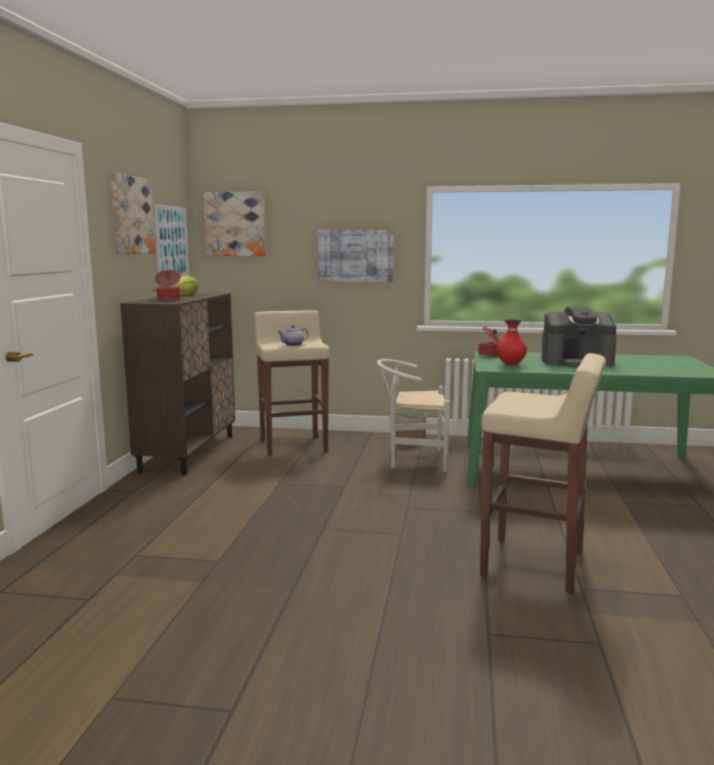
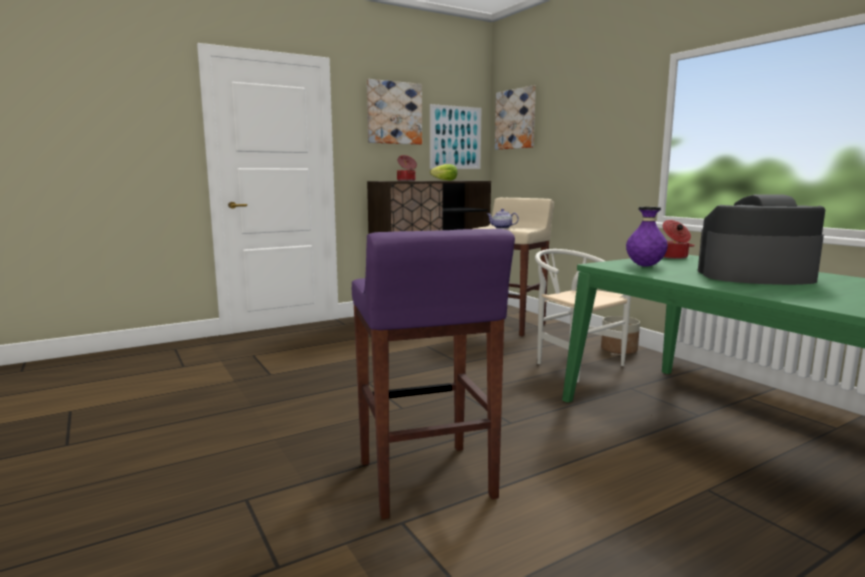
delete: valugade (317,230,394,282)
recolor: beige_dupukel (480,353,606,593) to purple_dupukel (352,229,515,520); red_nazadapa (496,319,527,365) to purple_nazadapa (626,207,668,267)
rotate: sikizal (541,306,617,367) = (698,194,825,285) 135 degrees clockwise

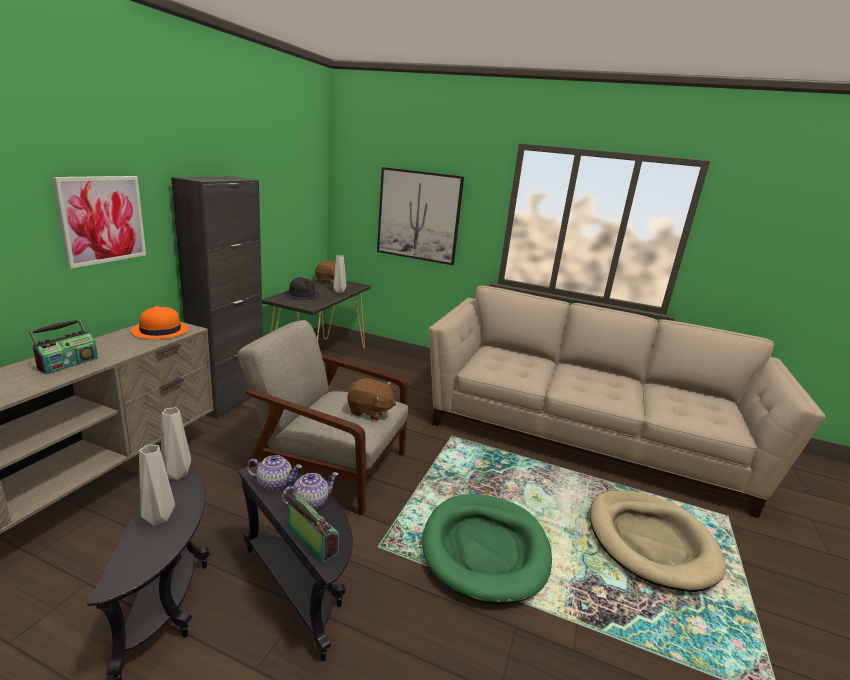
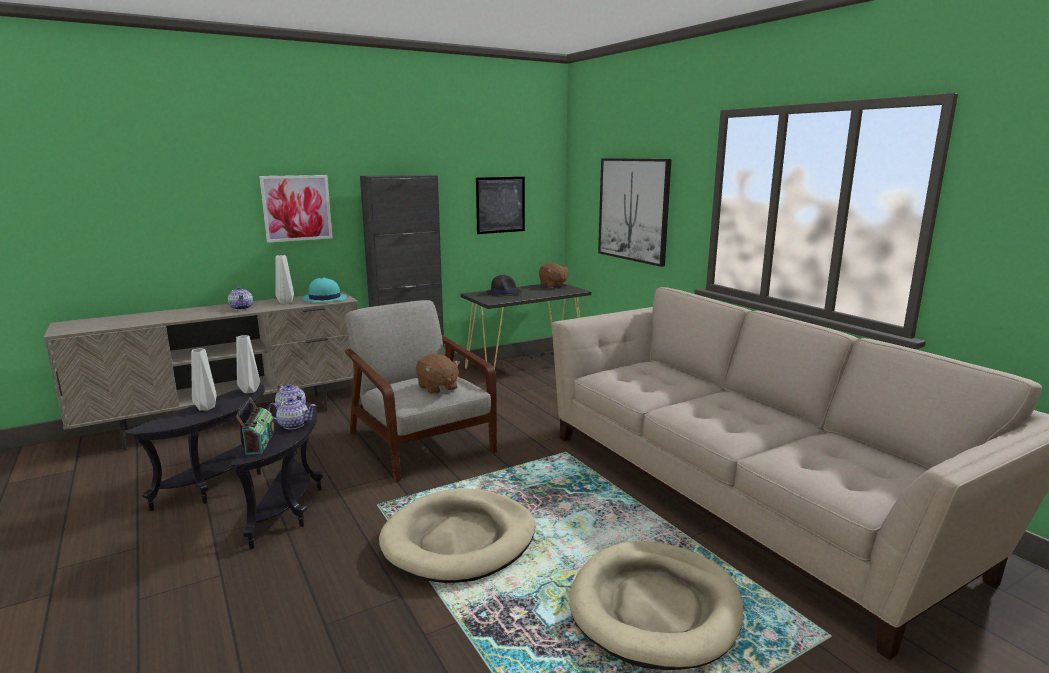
insert: valugade (476,177,525,234)
move: grey_nazadapa (333,255,347,293) to (275,255,294,304)
replace: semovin (29,319,98,375) to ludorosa (228,286,253,310)
recolor: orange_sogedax (131,306,189,339) to turquoise_sogedax (303,278,347,302); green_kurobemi (422,494,552,605) to beige_kurobemi (379,488,535,583)

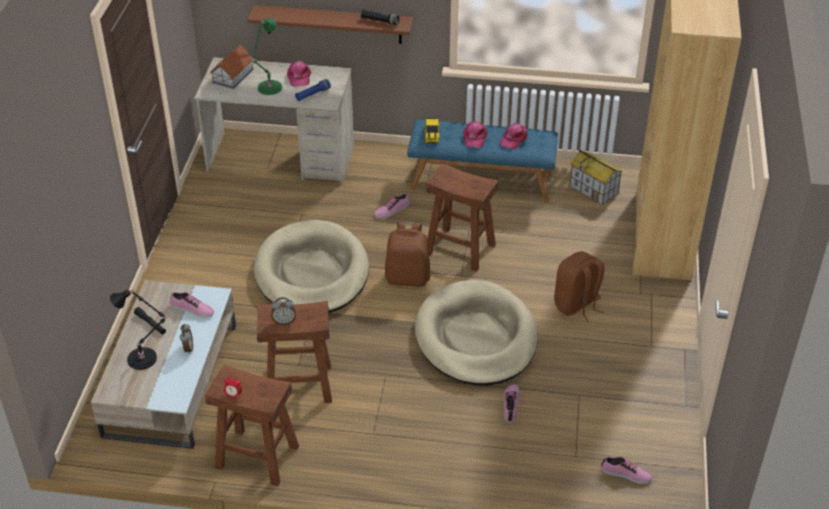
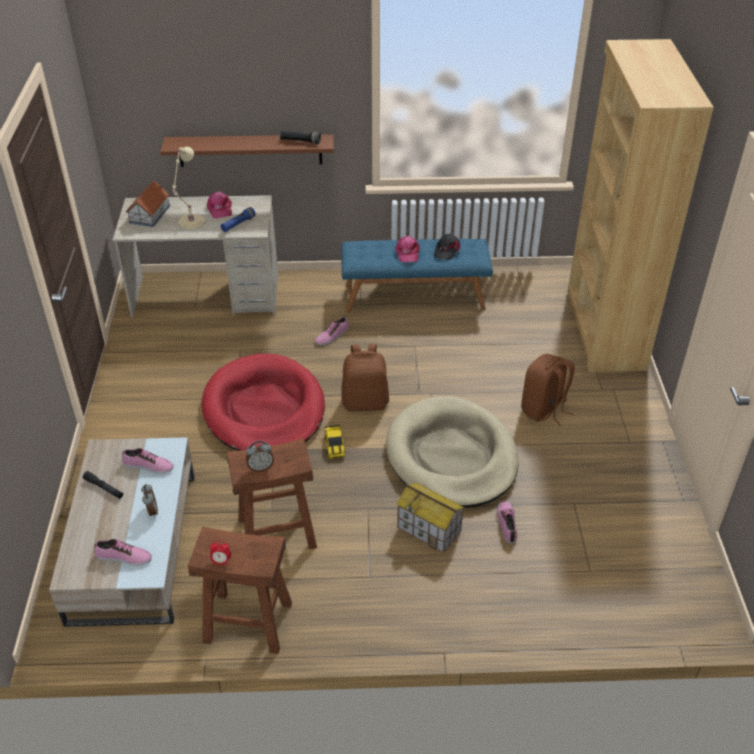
delete: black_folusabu (110,289,169,370); brown_dupukel (426,163,499,272)
move: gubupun (601,457,652,484) to (94,539,152,566); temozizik (424,118,441,143) to (325,425,346,458); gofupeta (569,150,623,205) to (396,482,465,553)
recolor: green_folusabu (252,18,282,95) to beige_folusabu (172,147,204,229); beige_kurobemi (254,220,369,313) to red_kurobemi (202,354,325,451); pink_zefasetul (500,123,527,149) to black_zefasetul (434,234,460,260)

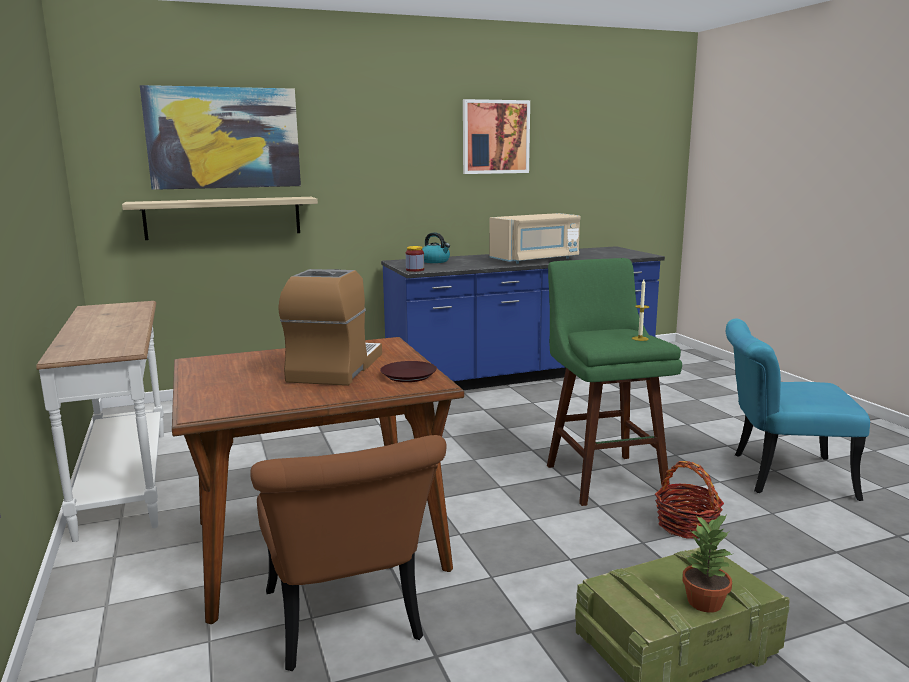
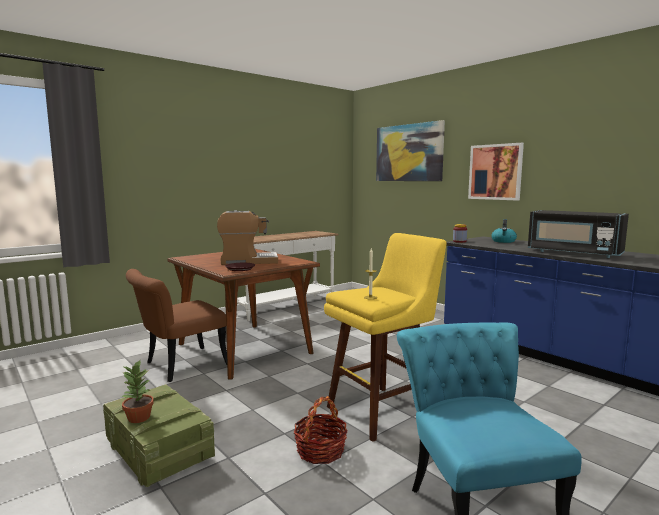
delete: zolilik (122,197,318,240)
move: valugade (463,99,530,174) to (468,143,524,201)
recolor: green_dupukel (547,258,682,506) to yellow_dupukel (324,233,447,442); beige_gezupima (489,213,581,264) to black_gezupima (528,210,629,258)

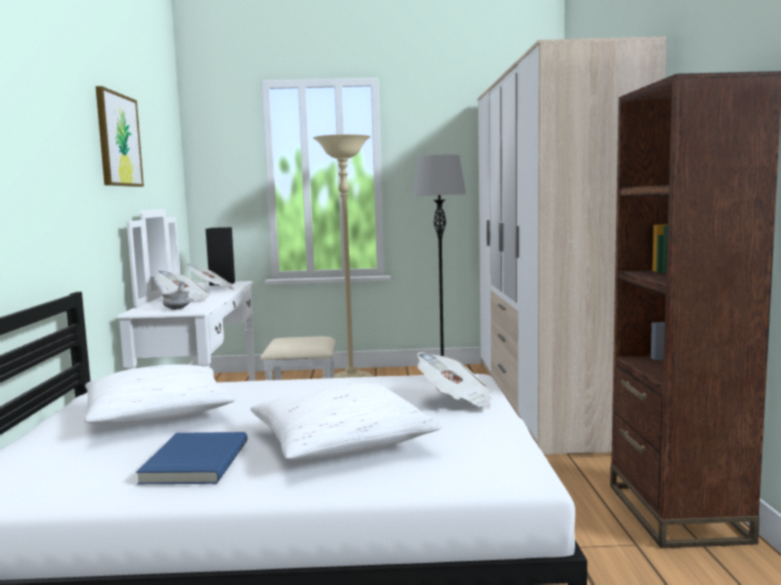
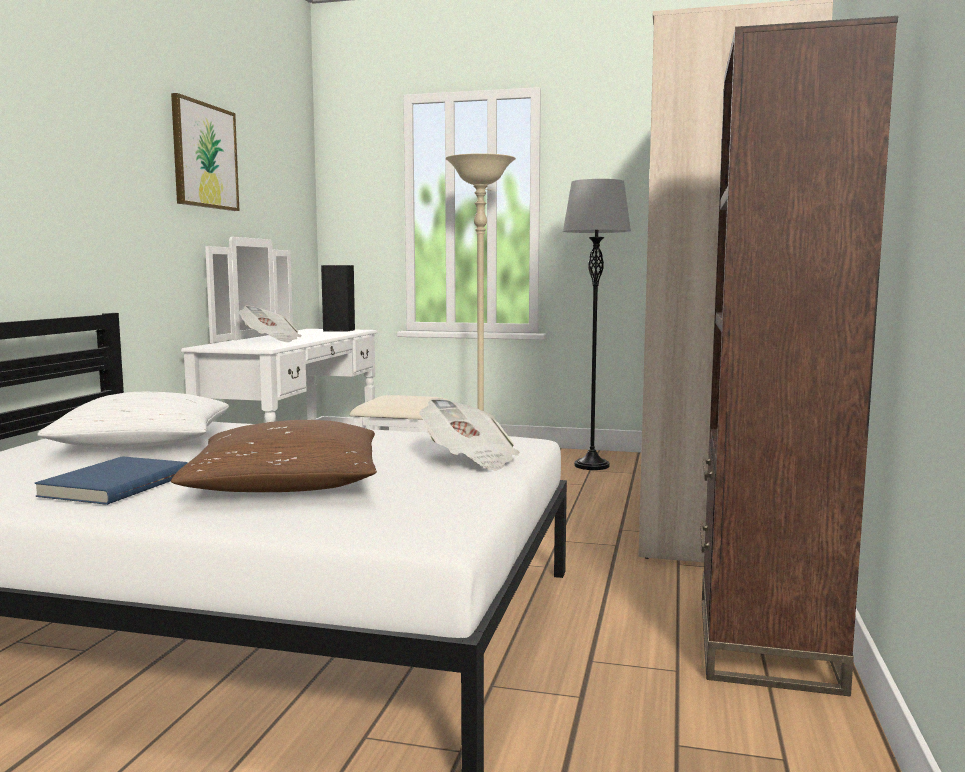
delete: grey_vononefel (162,280,191,310); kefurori (187,264,234,290)
recolor: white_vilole (251,383,442,460) to brown_vilole (171,420,377,492)

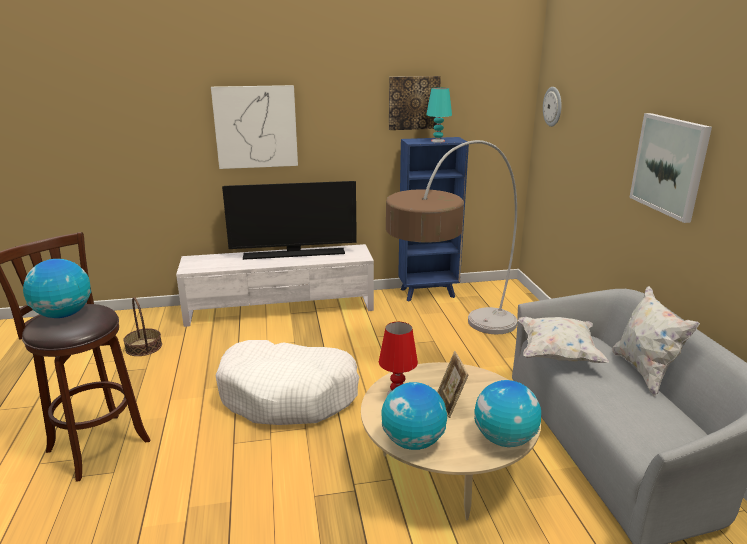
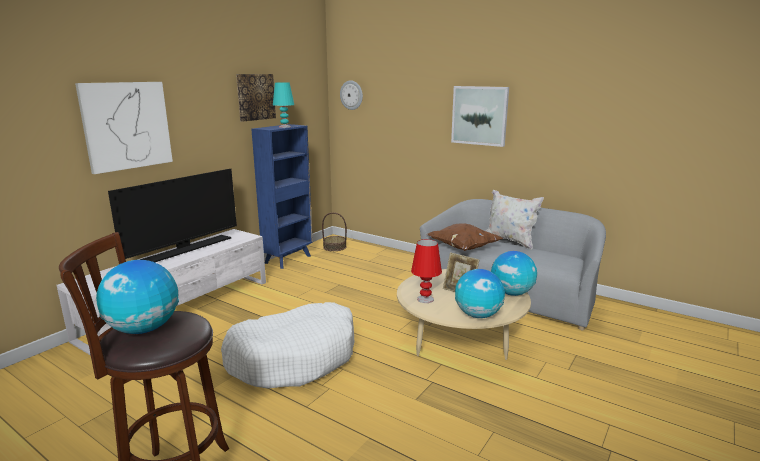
delete: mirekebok (386,140,517,334)
move: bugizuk (123,297,162,356) to (322,212,347,251)
recolor: white_vilole (518,317,609,363) to brown_vilole (427,223,503,251)

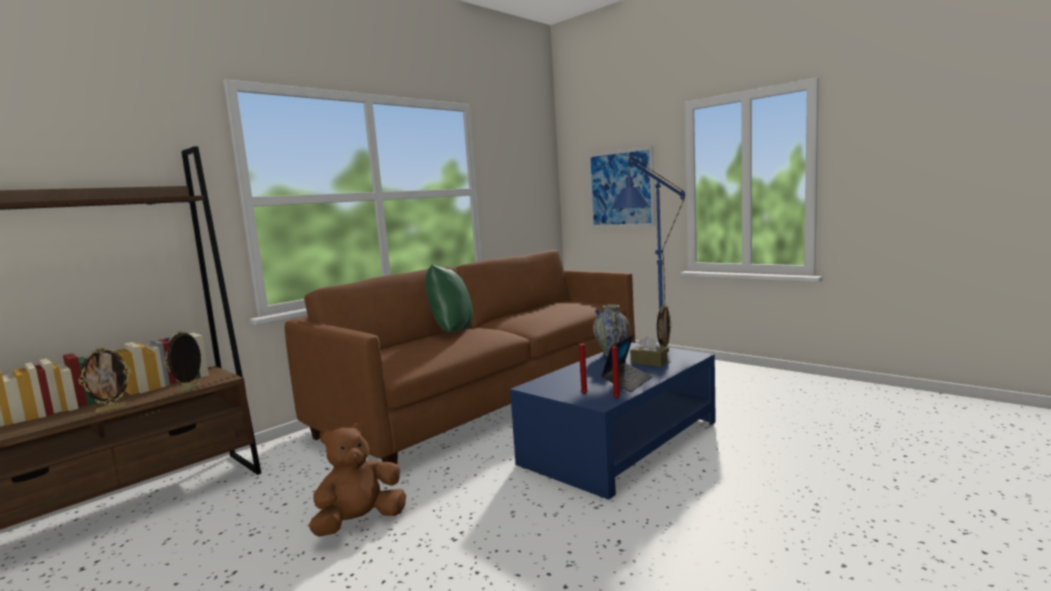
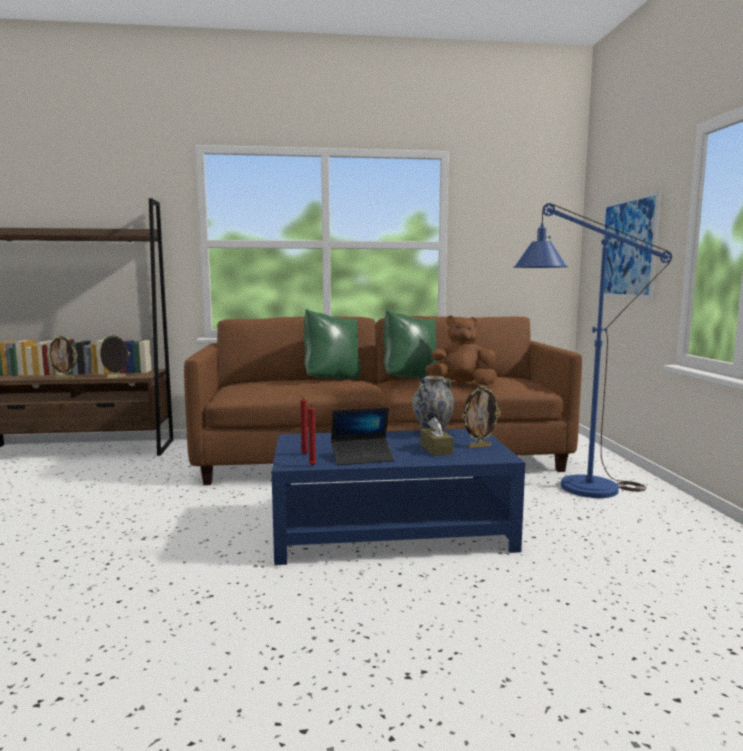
insert: green_vilole (383,310,438,379)
move: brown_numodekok (309,423,406,537) to (425,315,497,385)

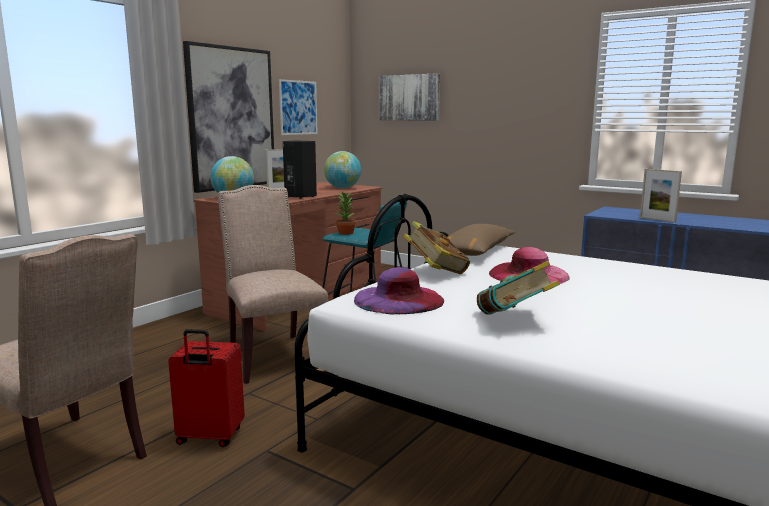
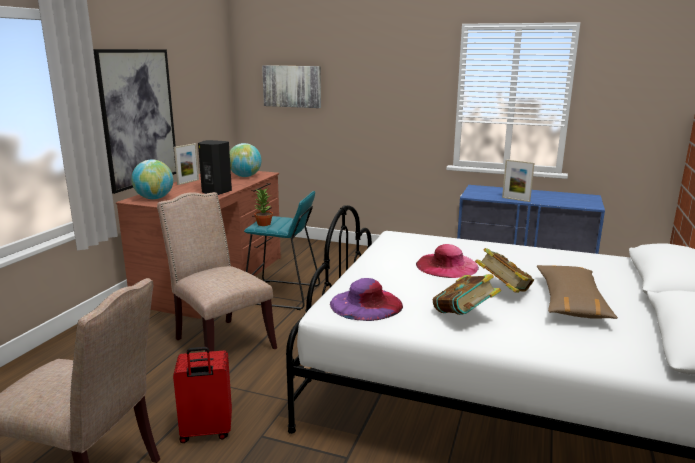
delete: valugade (279,79,318,135)
move: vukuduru (403,221,470,274) to (475,248,534,293); brown_vilole (447,224,515,256) to (537,265,618,319)

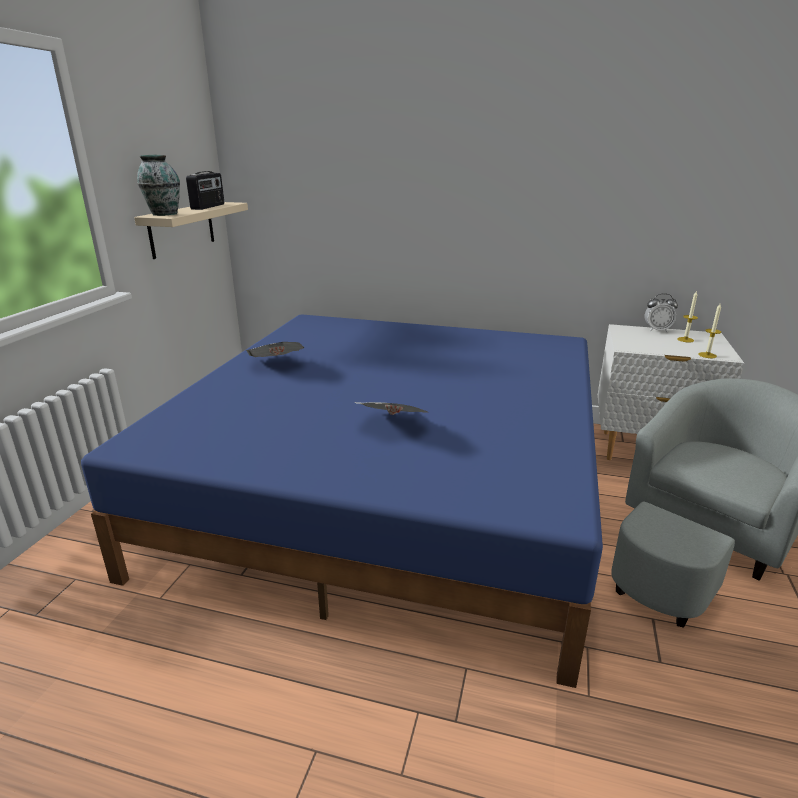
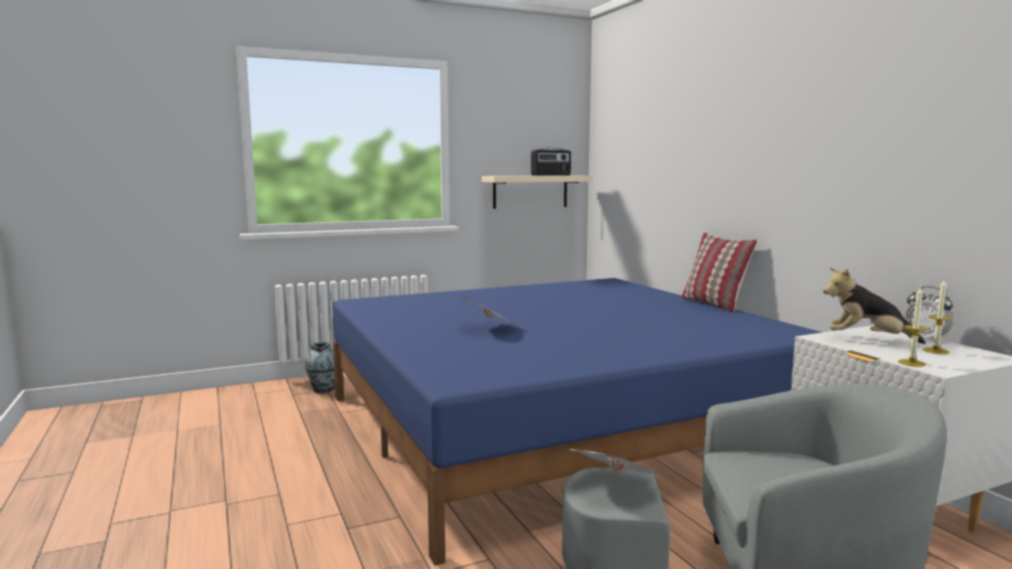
insert: vilole (681,232,757,312); numodekok (823,267,926,344)
move: nazadapa (137,155,180,216) to (305,342,335,393); kefurori (245,342,305,357) to (569,449,660,476)

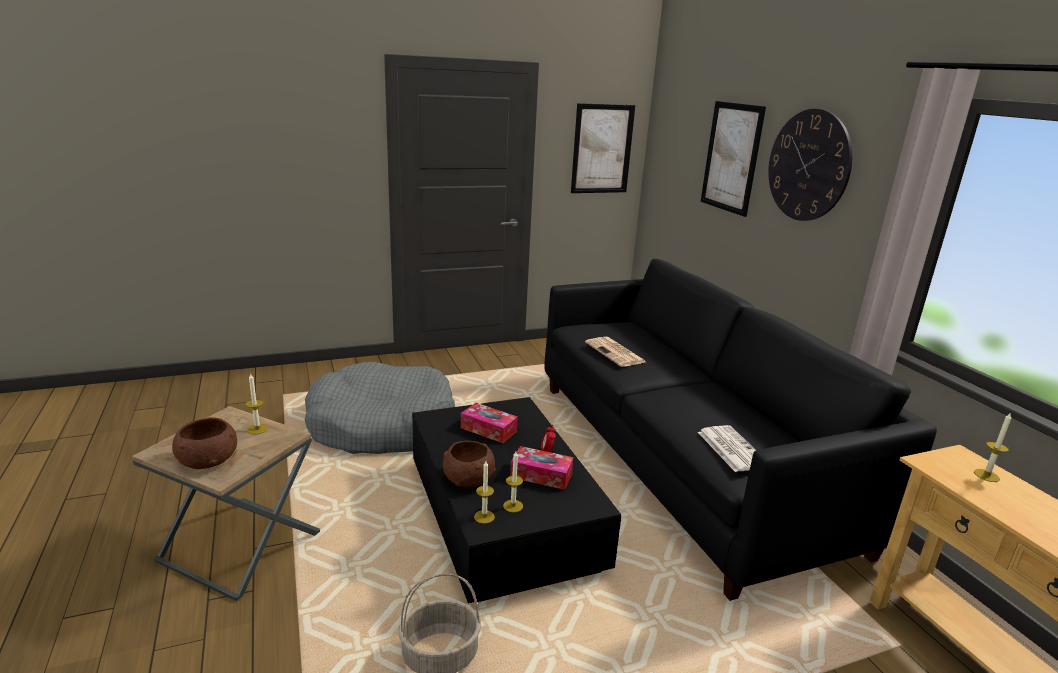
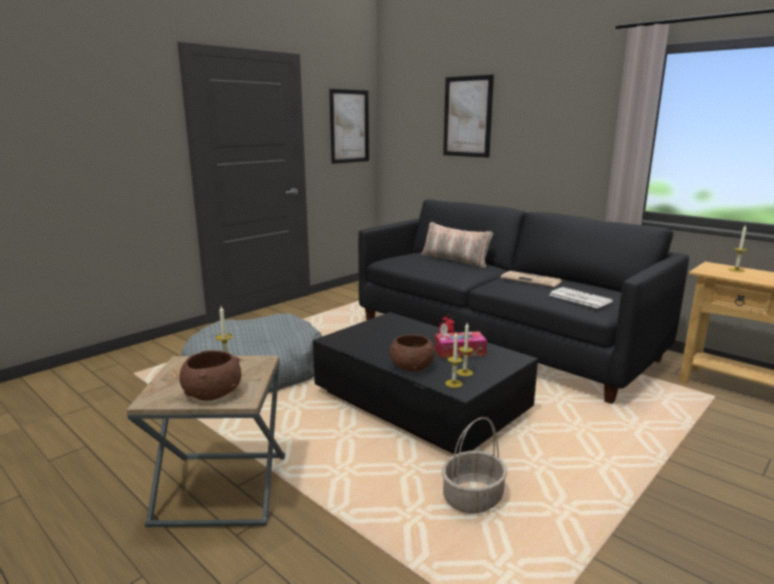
delete: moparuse (461,403,518,443); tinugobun (768,109,852,221)
insert: vilole (421,222,493,269)
move: kefurori (585,337,646,367) to (501,271,562,287)

